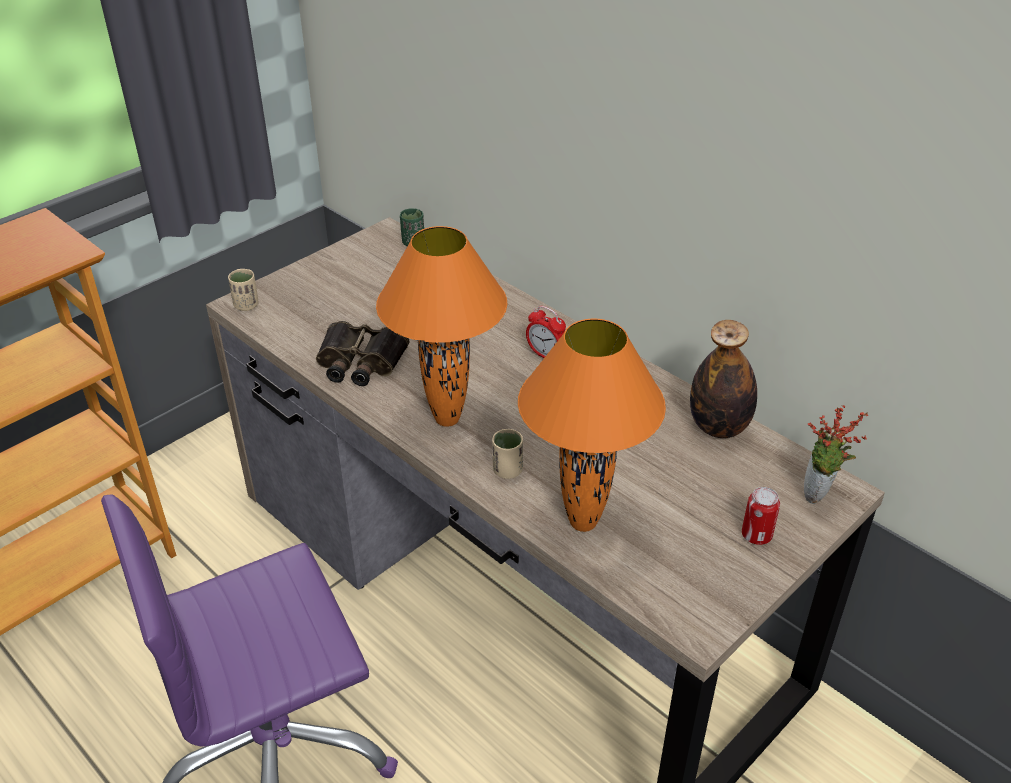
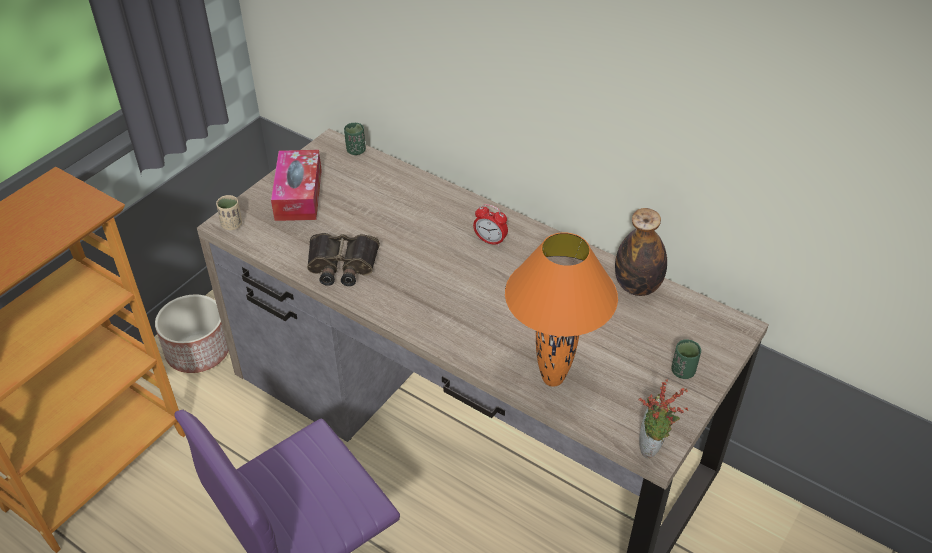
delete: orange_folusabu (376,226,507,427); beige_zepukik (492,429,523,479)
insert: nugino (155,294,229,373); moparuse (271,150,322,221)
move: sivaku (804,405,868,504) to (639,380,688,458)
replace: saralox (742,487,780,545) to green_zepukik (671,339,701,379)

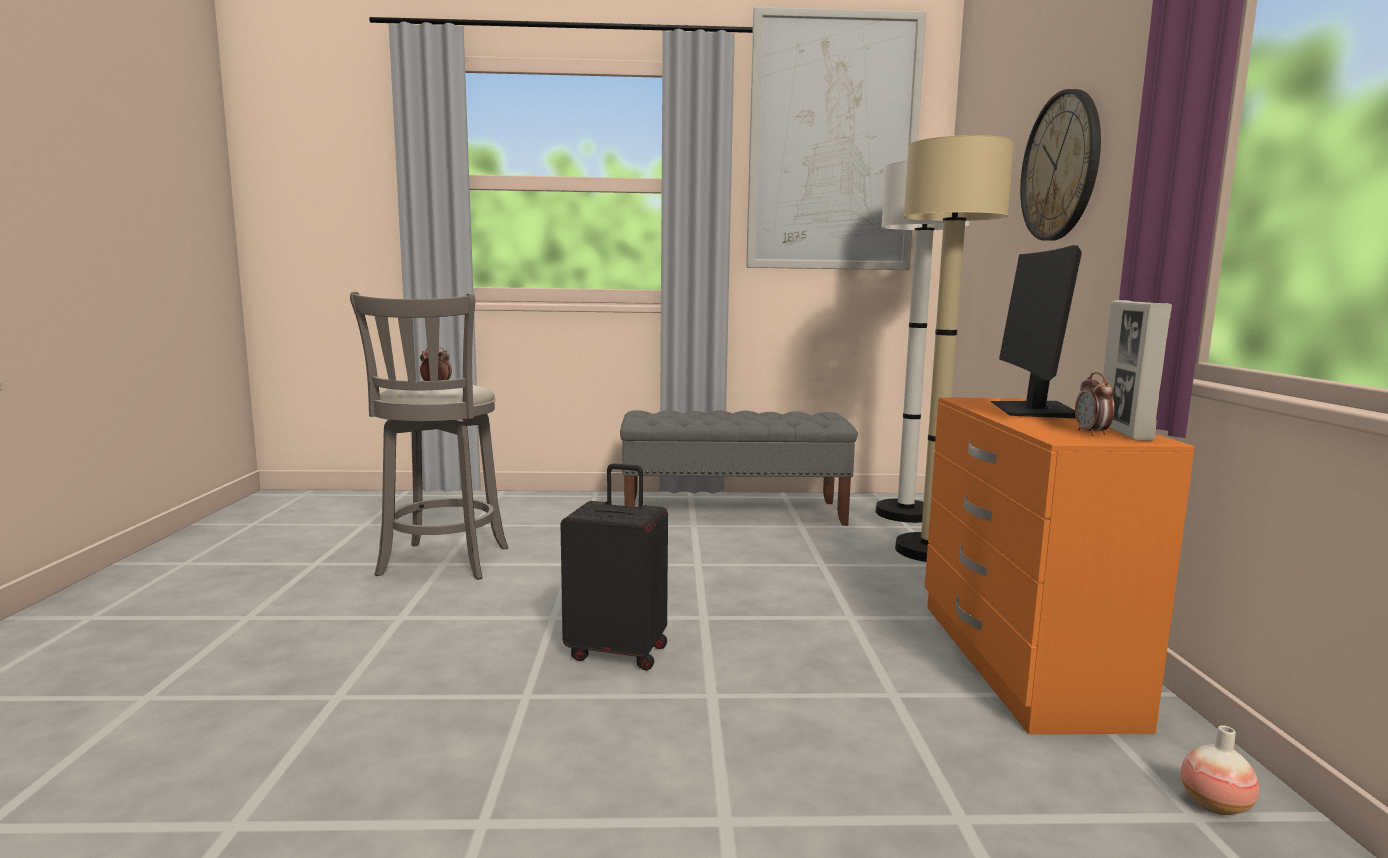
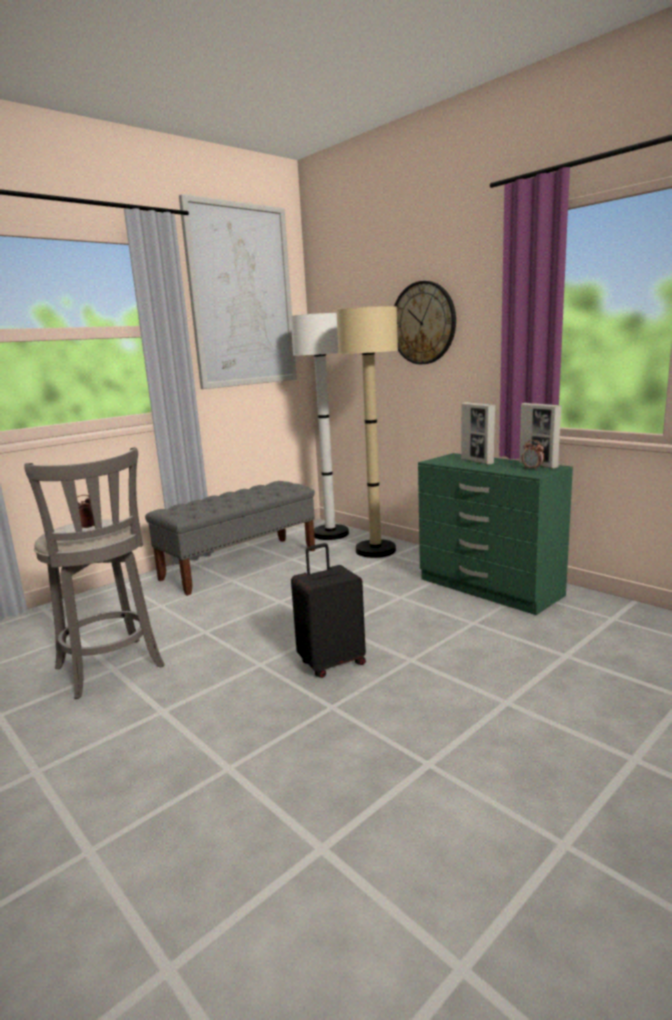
delete: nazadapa (1181,725,1259,815)
replace: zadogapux (991,245,1082,418) to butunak (461,402,495,465)
recolor: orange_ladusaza (925,397,1195,734) to green_ladusaza (418,453,573,615)

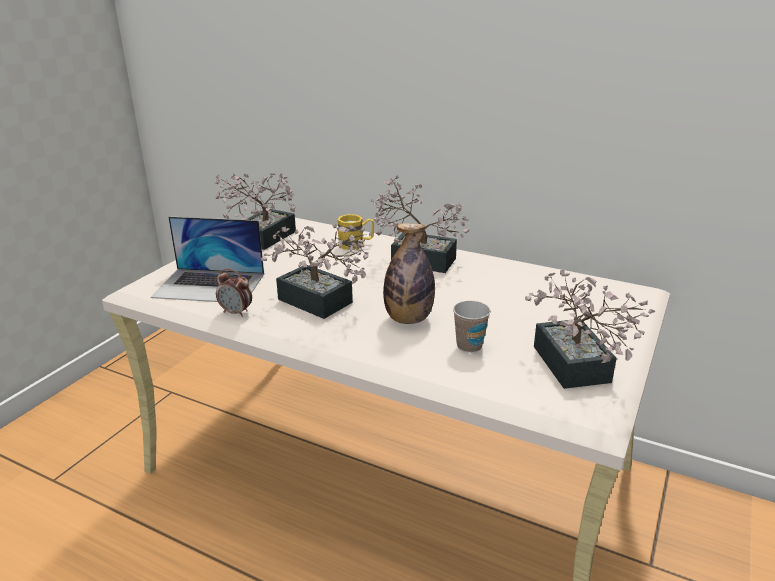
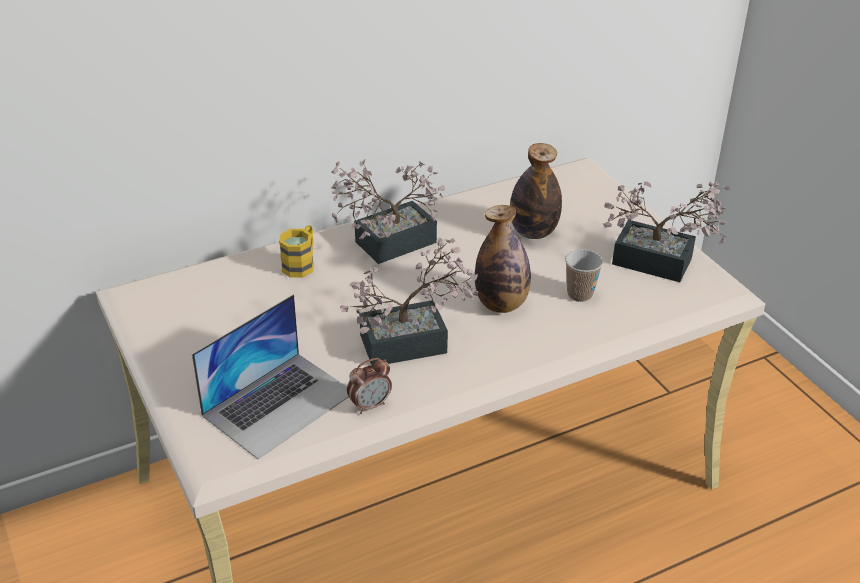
delete: sivaku (215,173,296,250)
insert: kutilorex (510,143,562,239)

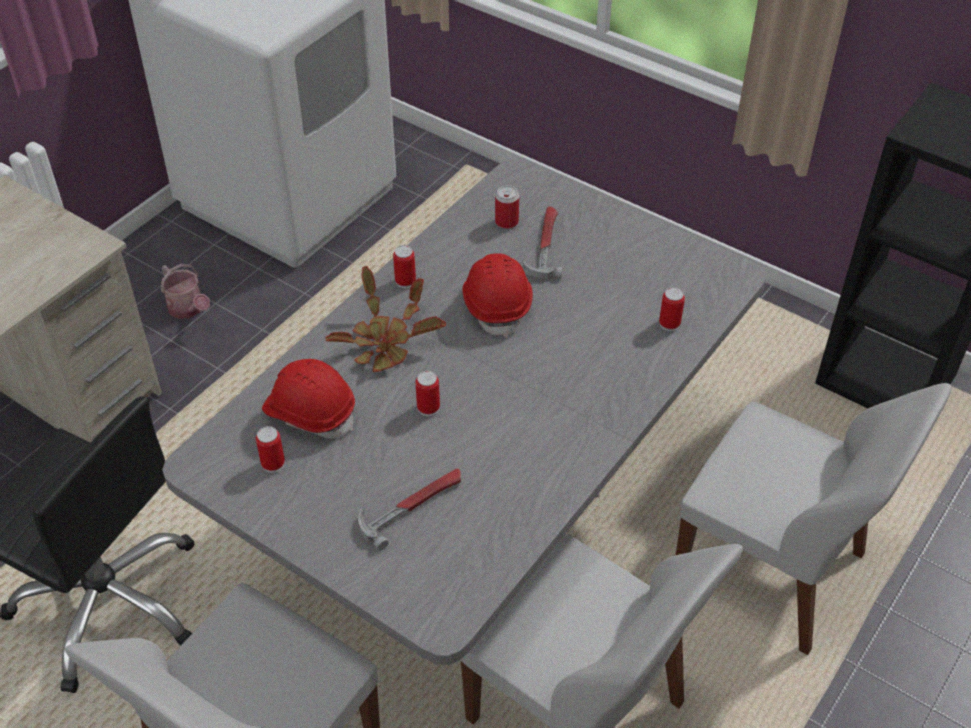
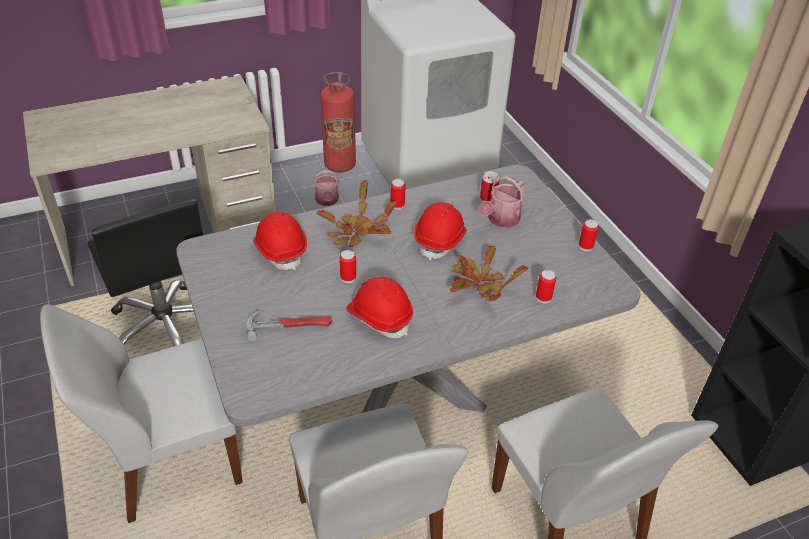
insert: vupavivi (320,72,356,172); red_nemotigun (346,277,413,338); sivaku (450,245,529,301)
move: saralox (256,426,285,473) to (579,219,599,251)
replace: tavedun (522,206,562,279) to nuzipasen (479,176,525,227)

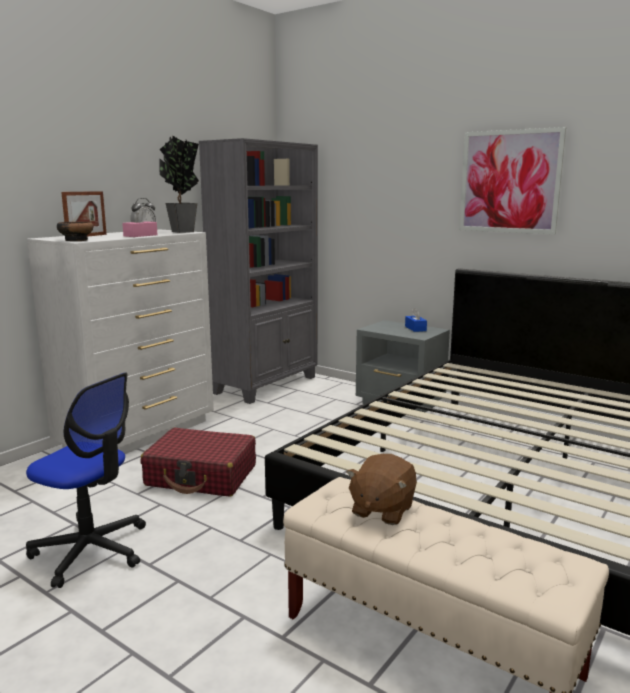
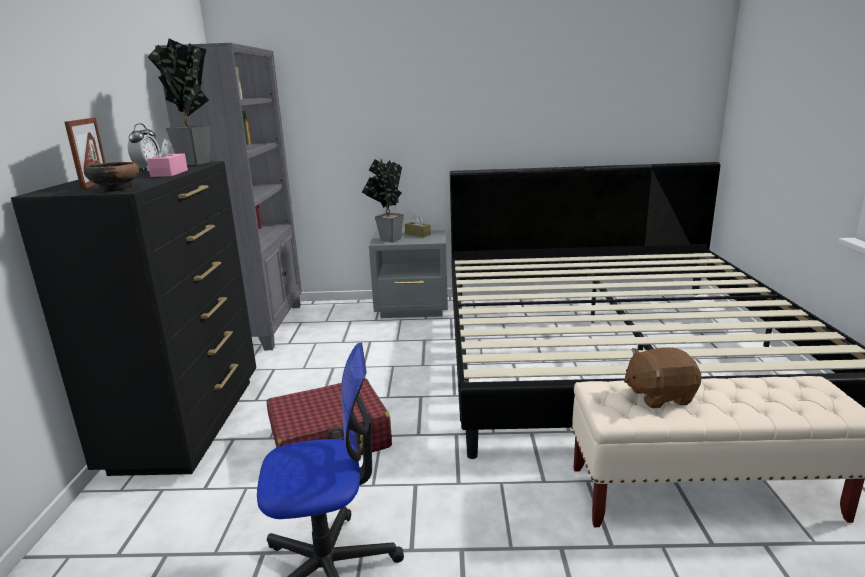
delete: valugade (459,127,566,234)
insert: sivaku (362,159,404,243)
recolor: white_ladusaza (27,229,214,454) to black_ladusaza (11,161,256,476); blue_moparuse (405,308,427,332) to brown_moparuse (405,214,431,237)
rotate: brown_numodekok (347,454,417,525) = (624,347,702,408) 90 degrees clockwise

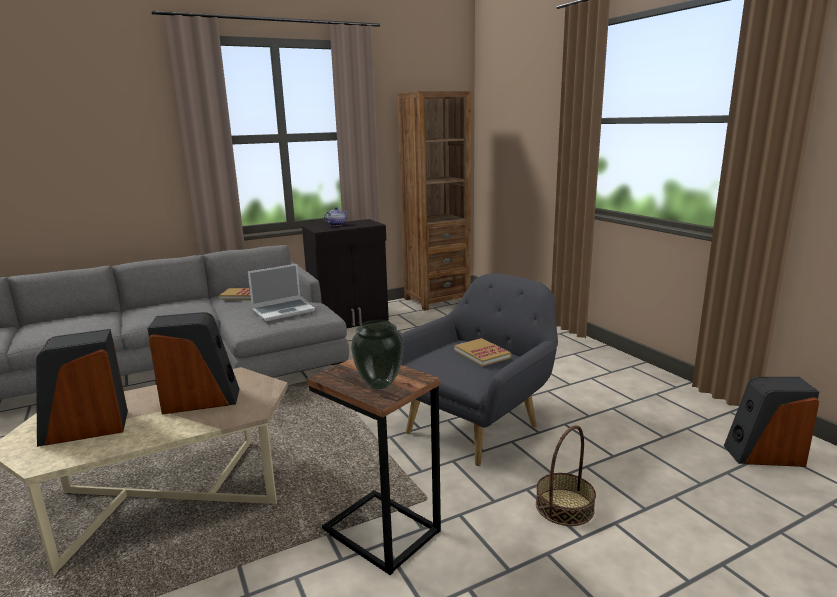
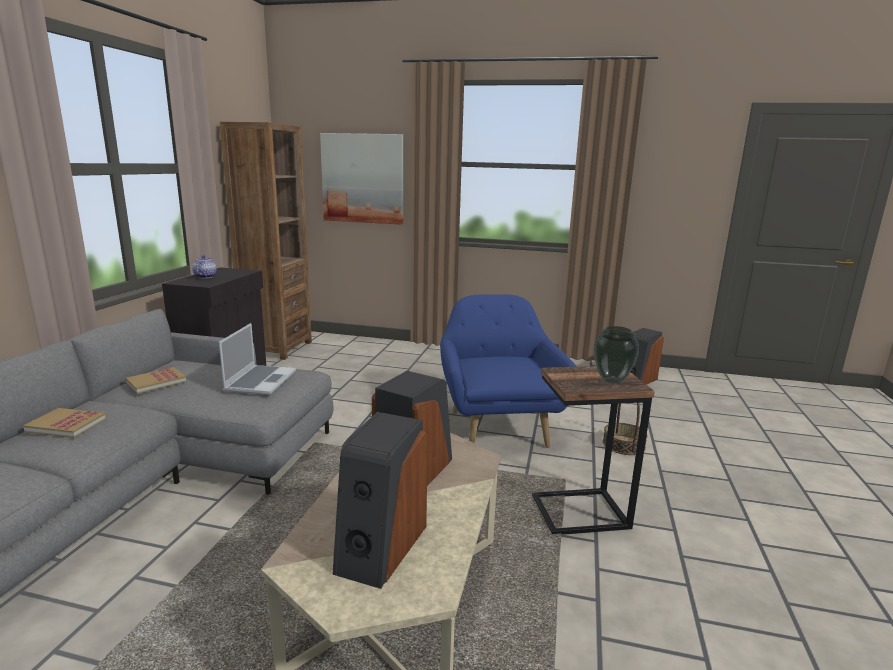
insert: valugade (320,133,403,225)
move: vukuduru (455,338,511,367) to (23,408,107,438)
recolor: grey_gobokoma (401,273,558,466) to blue_gobokoma (440,294,577,448)

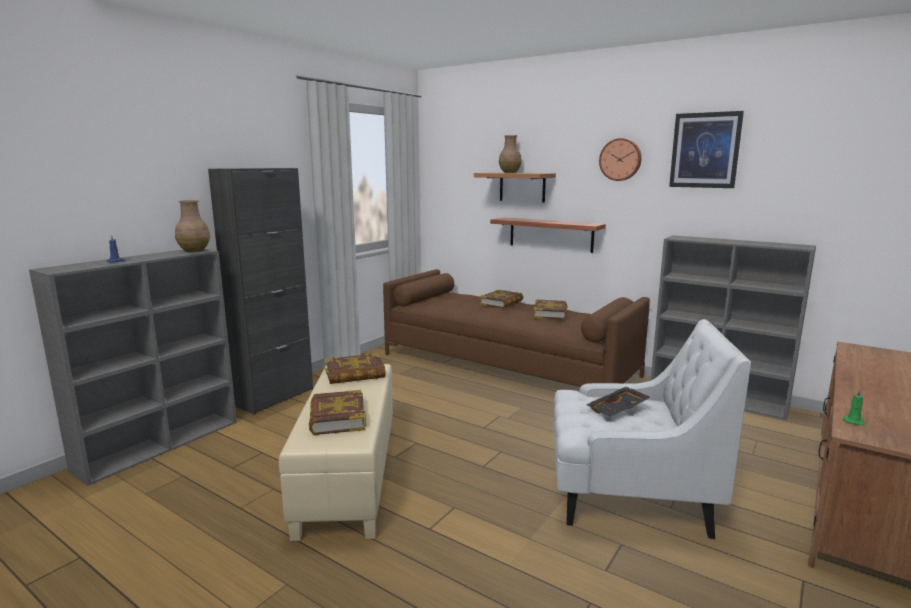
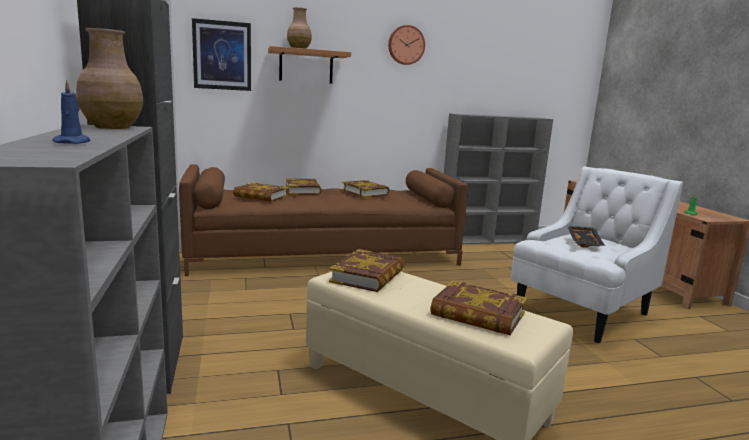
delete: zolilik (490,217,606,253)
insert: vukuduru (233,182,289,202)
move: valugade (669,111,744,188) to (192,18,251,91)

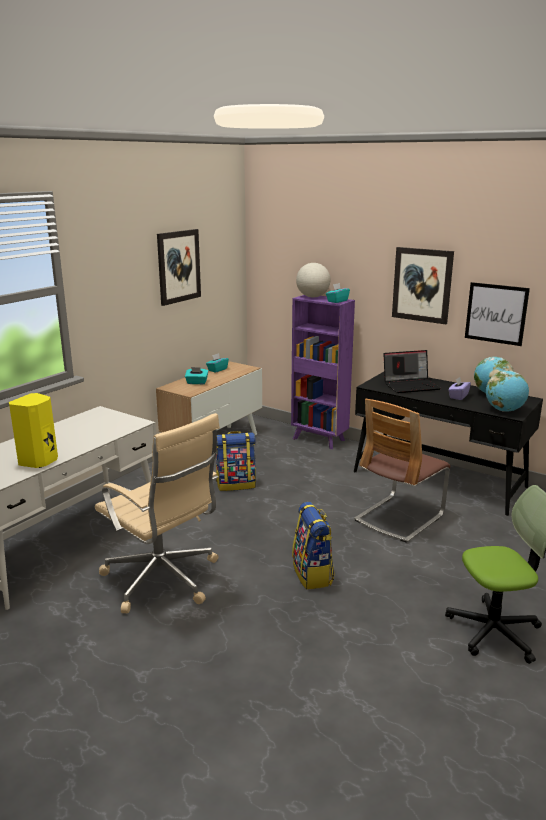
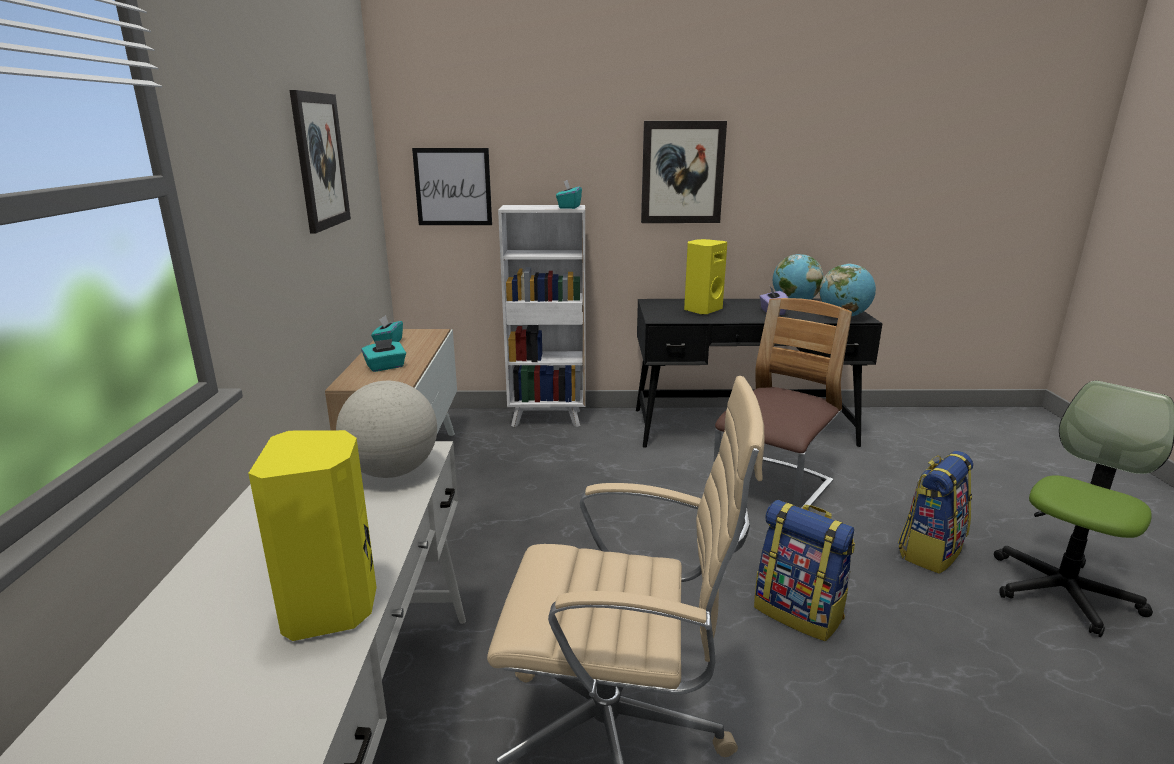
move: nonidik (296,263,330,298) to (336,381,437,478); valugade (465,282,530,346) to (412,148,492,225); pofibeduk (216,431,256,491) to (898,451,973,574)
replace: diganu (384,350,441,393) to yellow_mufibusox (684,239,727,315)
recolor: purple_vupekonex (291,295,355,449) to white_vupekonex (498,205,585,427)
rotate: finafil (354,399,451,543) = (714,298,852,508) 150 degrees counterclockwise

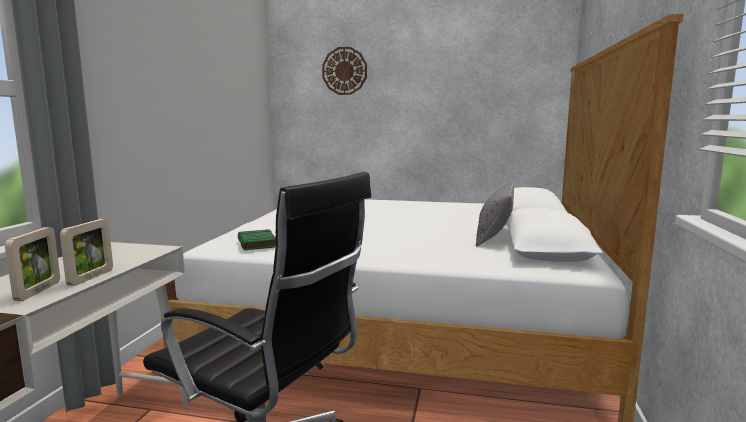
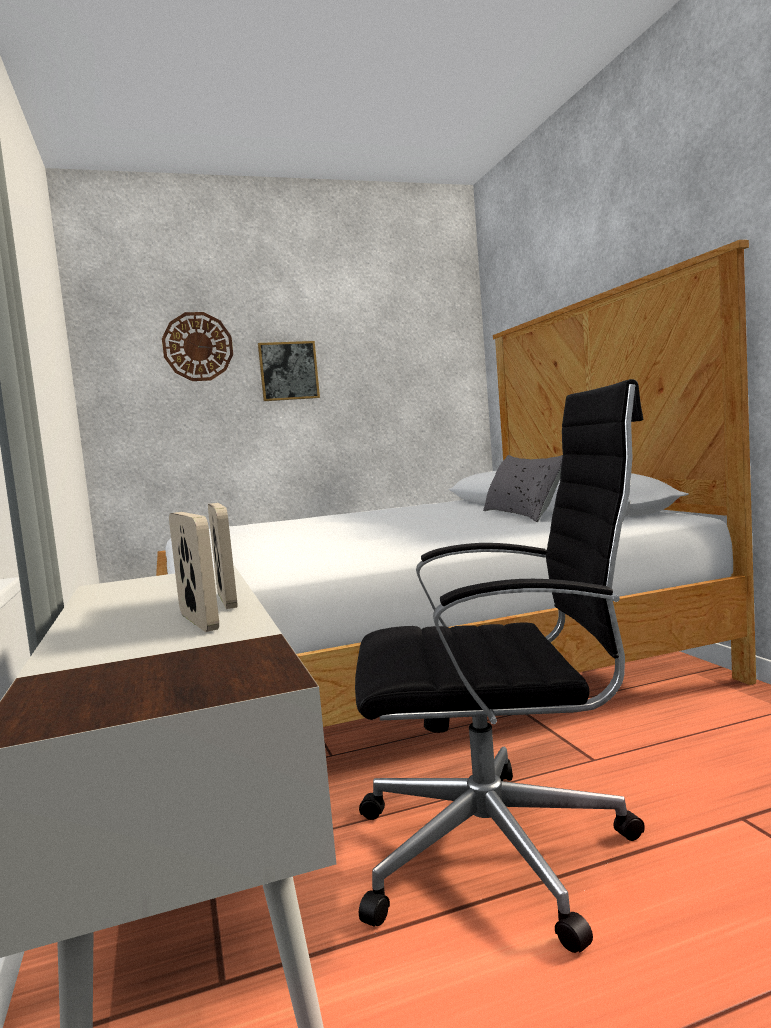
delete: green_vukuduru (238,229,276,250)
insert: valugade (258,341,320,401)

